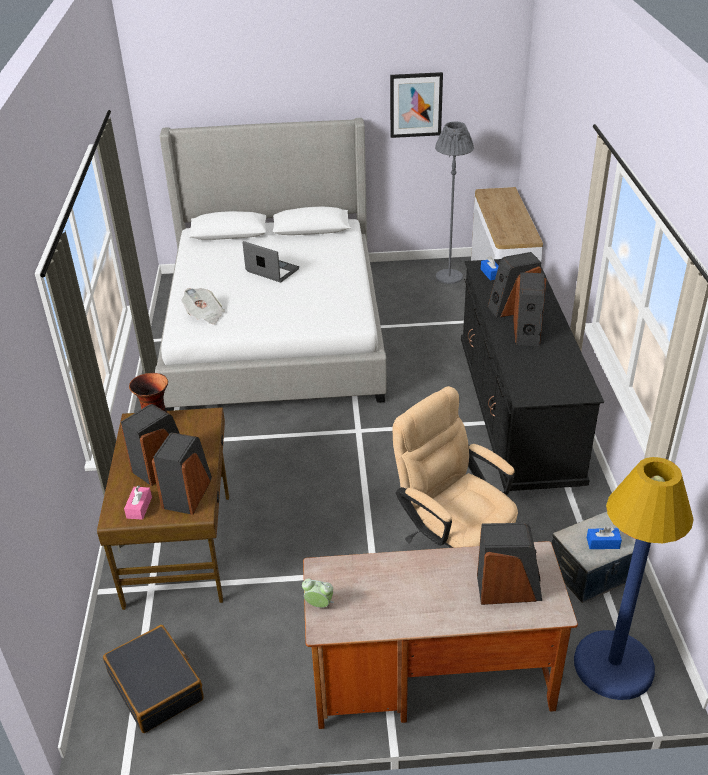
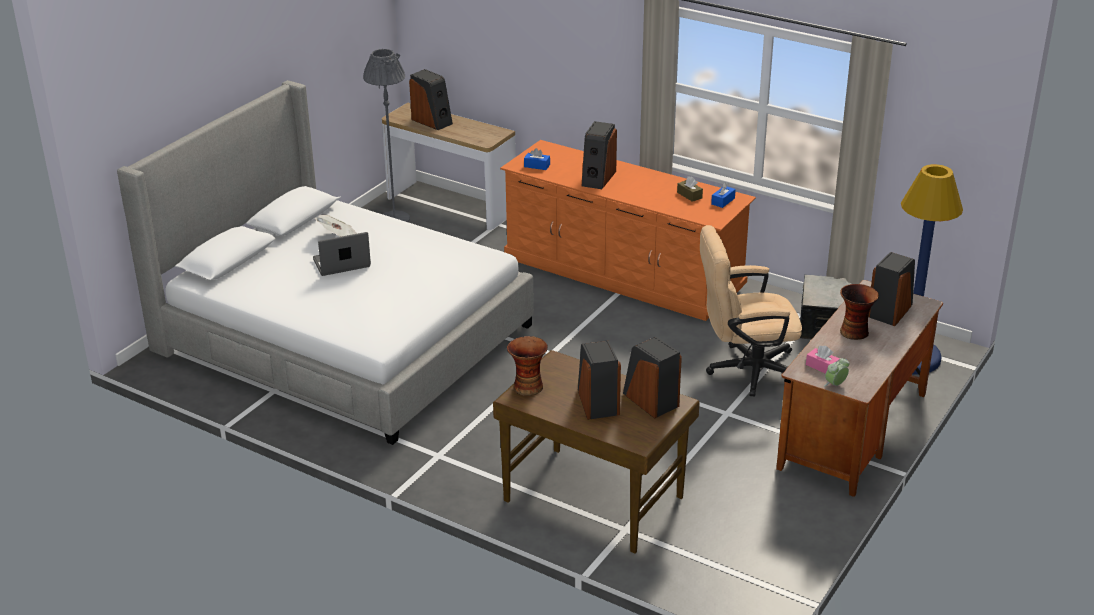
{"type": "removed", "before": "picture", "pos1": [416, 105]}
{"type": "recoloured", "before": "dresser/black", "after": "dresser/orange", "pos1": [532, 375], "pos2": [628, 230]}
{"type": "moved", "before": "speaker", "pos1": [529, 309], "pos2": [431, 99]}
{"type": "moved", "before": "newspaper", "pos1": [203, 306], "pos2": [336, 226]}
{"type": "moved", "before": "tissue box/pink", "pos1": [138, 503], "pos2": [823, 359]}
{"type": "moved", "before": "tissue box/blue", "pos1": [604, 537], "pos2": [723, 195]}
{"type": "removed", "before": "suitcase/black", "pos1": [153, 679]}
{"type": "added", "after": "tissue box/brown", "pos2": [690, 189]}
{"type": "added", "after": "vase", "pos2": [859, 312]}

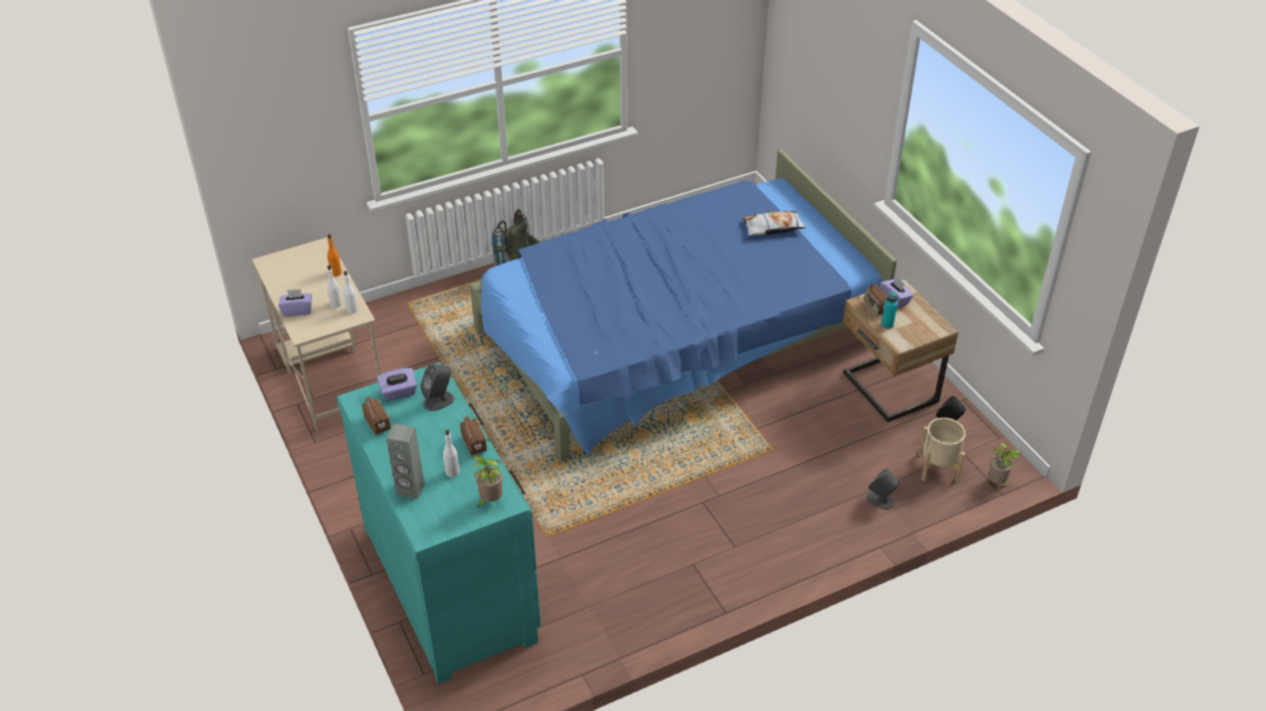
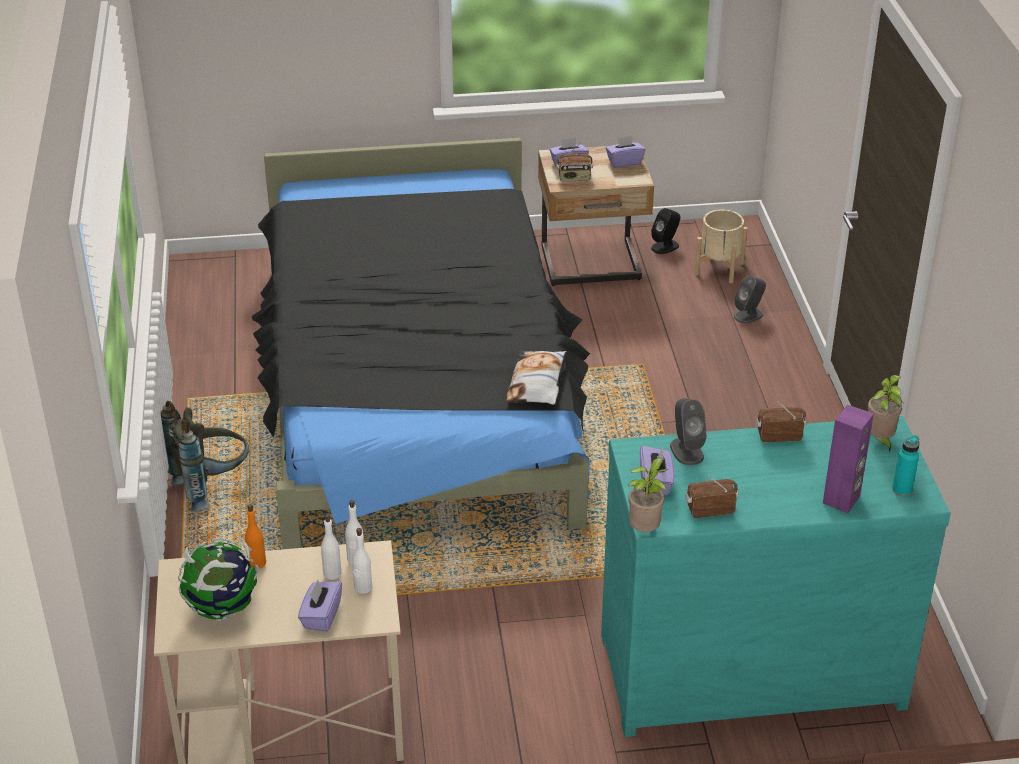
{"type": "recoloured", "before": "bed/blue", "after": "bed/black", "pos1": [683, 305], "pos2": [421, 343]}
{"type": "moved", "before": "pillow", "pos1": [774, 223], "pos2": [536, 378]}
{"type": "moved", "before": "bottle/turquoise", "pos1": [889, 310], "pos2": [905, 465]}
{"type": "recoloured", "before": "speaker/grey", "after": "speaker/purple", "pos1": [405, 461], "pos2": [848, 459]}
{"type": "moved", "before": "bottle/white", "pos1": [451, 453], "pos2": [362, 561]}
{"type": "moved", "before": "potted plant", "pos1": [1005, 463], "pos2": [648, 495]}
{"type": "added", "after": "tissue box/purple", "pos2": [625, 152]}
{"type": "added", "after": "globe", "pos2": [218, 578]}

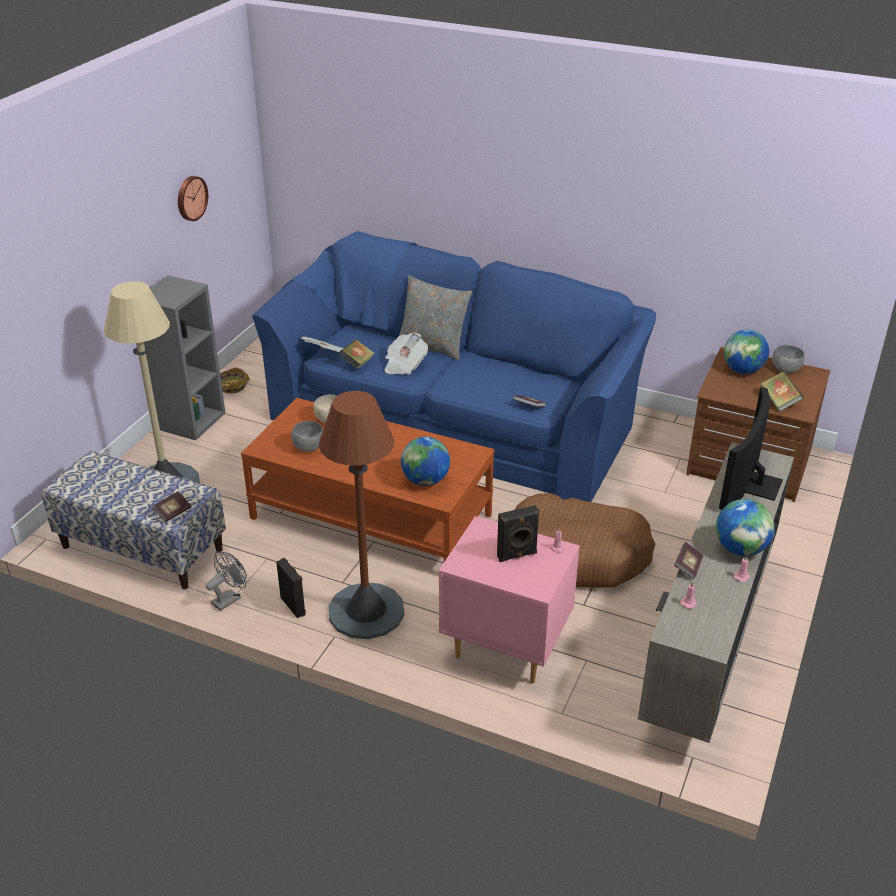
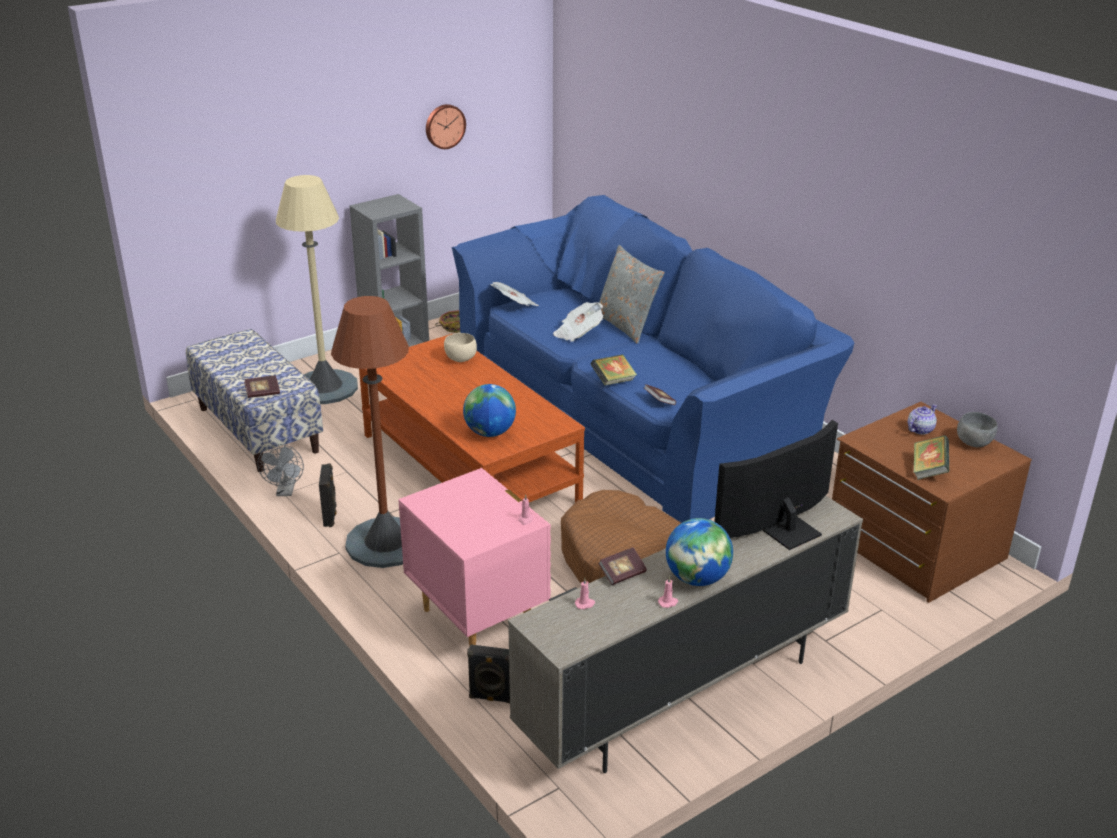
{"type": "replaced", "before": "globe", "after": "teapot", "pos1": [746, 352], "pos2": [922, 419]}
{"type": "moved", "before": "book", "pos1": [356, 354], "pos2": [614, 370]}
{"type": "removed", "before": "bowl/grey", "pos1": [307, 436]}
{"type": "moved", "before": "speaker/black", "pos1": [518, 533], "pos2": [488, 673]}
{"type": "turned", "before": "fan/grey", "pos1": [226, 581], "pos2": [280, 470], "turn": 105}

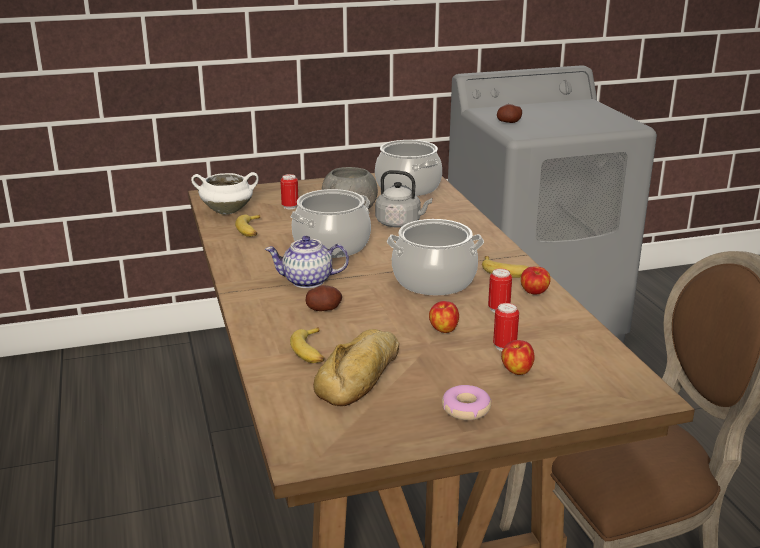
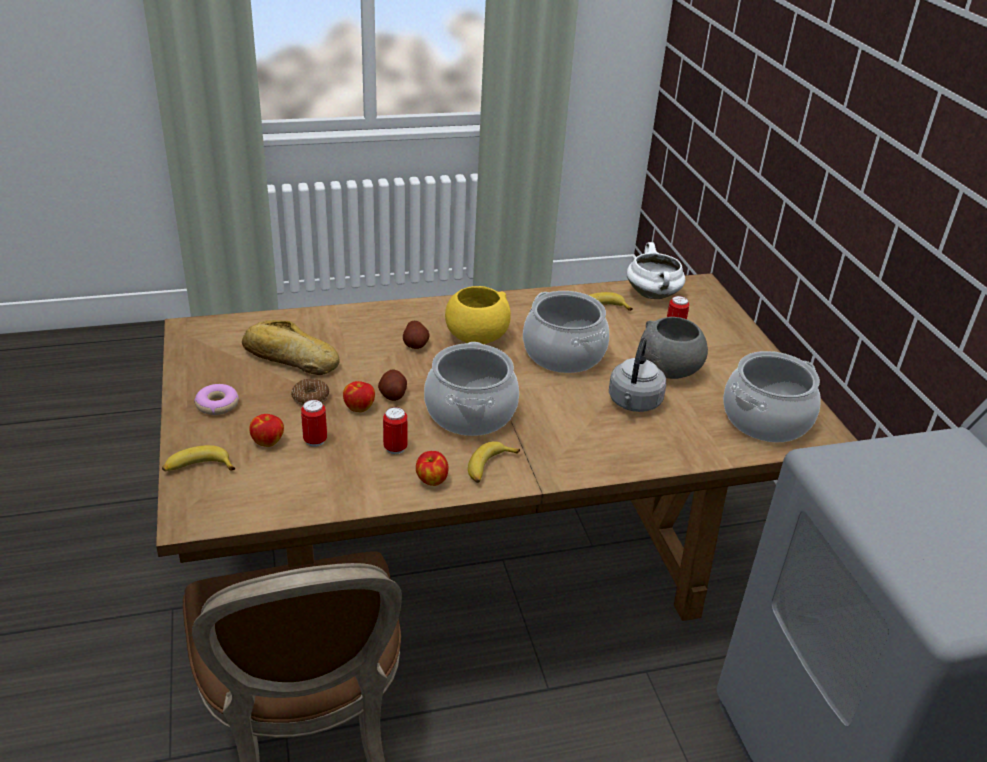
{"type": "moved", "before": "potato", "pos1": [509, 113], "pos2": [392, 385]}
{"type": "replaced", "before": "teapot", "after": "bowl/yellow", "pos1": [307, 262], "pos2": [478, 315]}
{"type": "moved", "before": "banana", "pos1": [307, 345], "pos2": [198, 458]}
{"type": "added", "after": "donut", "pos2": [310, 392]}

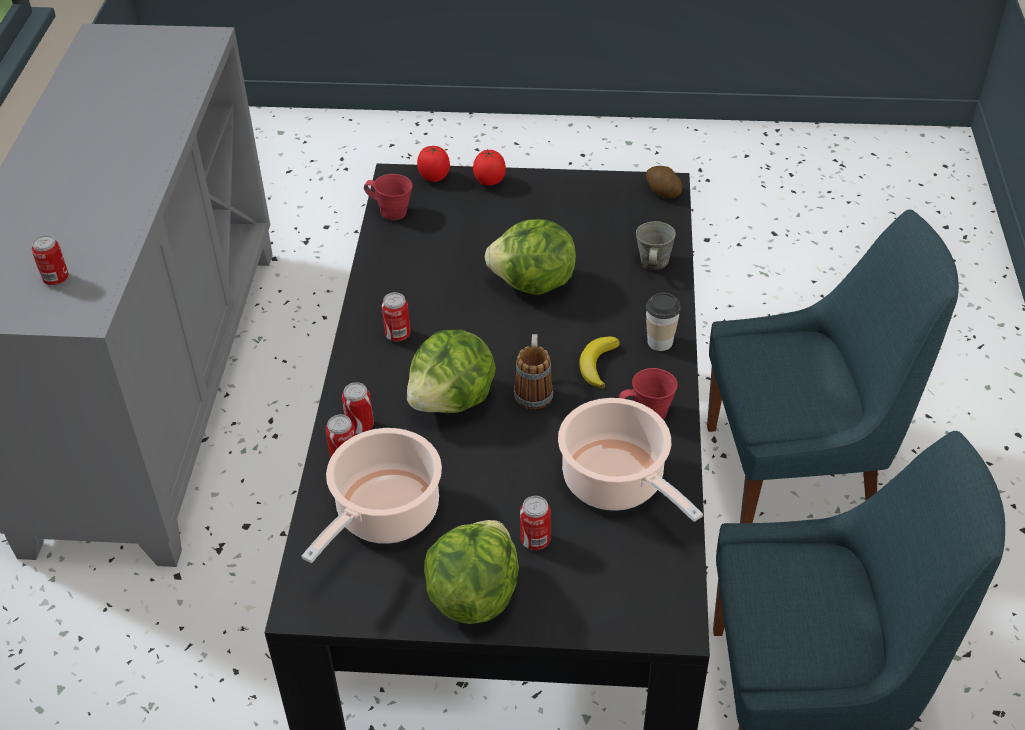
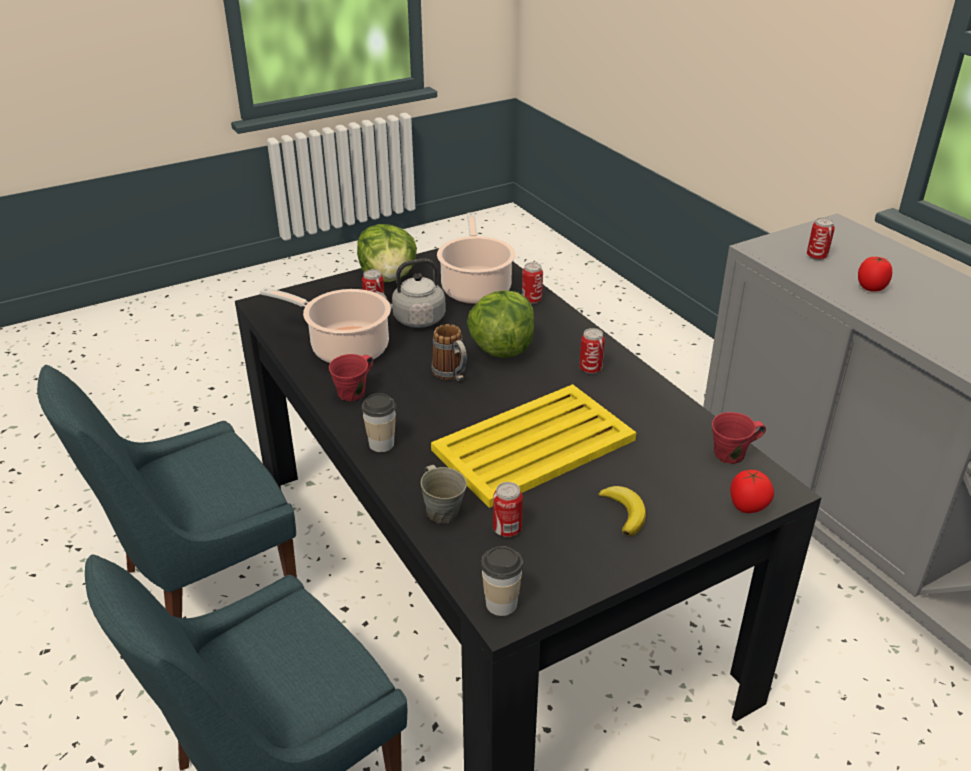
{"type": "moved", "before": "tomato", "pos1": [489, 167], "pos2": [875, 274]}
{"type": "replaced", "before": "potato", "after": "cup", "pos1": [664, 182], "pos2": [502, 581]}
{"type": "replaced", "before": "lettuce", "after": "tray/yellow", "pos1": [530, 257], "pos2": [533, 446]}
{"type": "moved", "before": "banana", "pos1": [599, 362], "pos2": [622, 511]}
{"type": "moved", "before": "can", "pos1": [358, 408], "pos2": [508, 509]}
{"type": "added", "after": "kettle/grey", "pos2": [410, 293]}

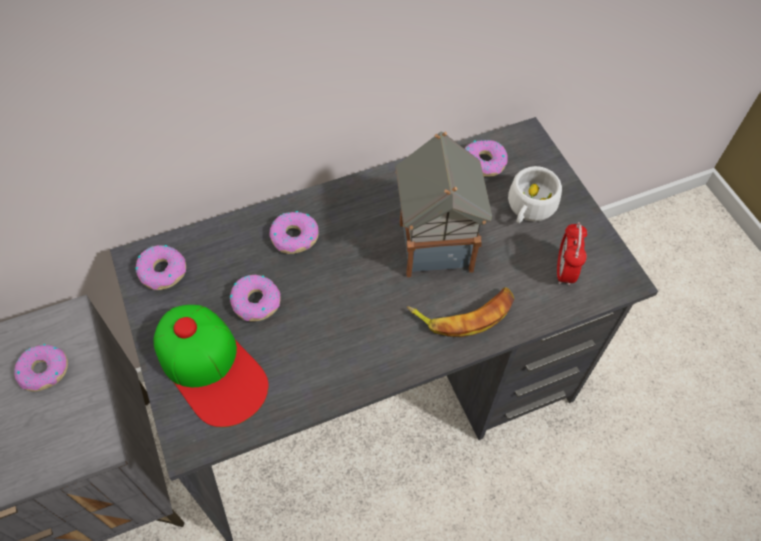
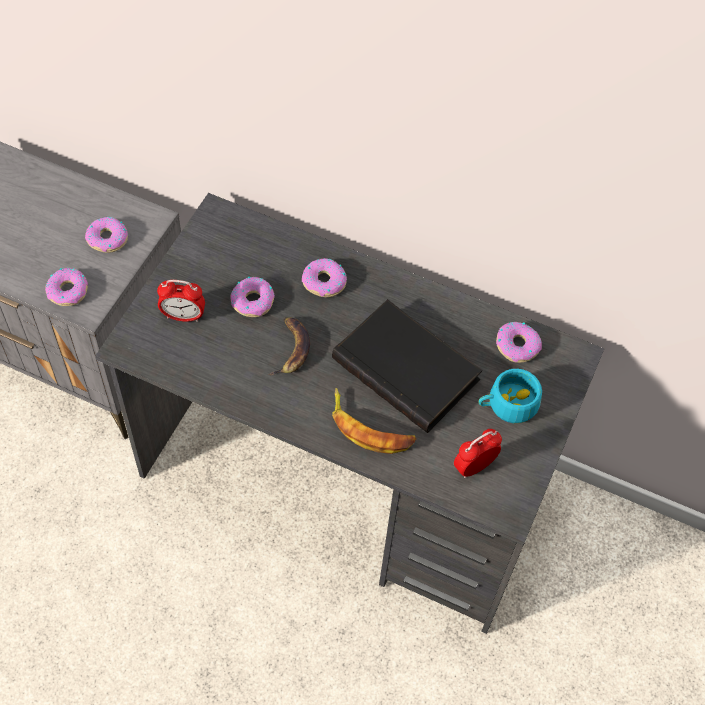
{"type": "replaced", "before": "toy house", "after": "book/black", "pos1": [443, 204], "pos2": [407, 366]}
{"type": "recoloured", "before": "cup/white", "after": "cup/turquoise", "pos1": [535, 194], "pos2": [510, 396]}
{"type": "moved", "before": "donut", "pos1": [160, 267], "pos2": [66, 287]}
{"type": "replaced", "before": "cap", "after": "alarm clock", "pos1": [211, 366], "pos2": [181, 301]}
{"type": "added", "after": "banana", "pos2": [289, 346]}

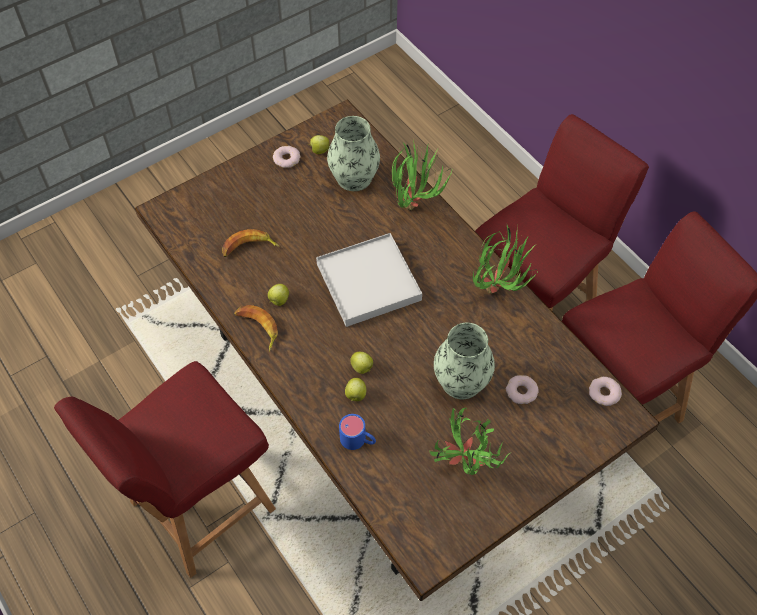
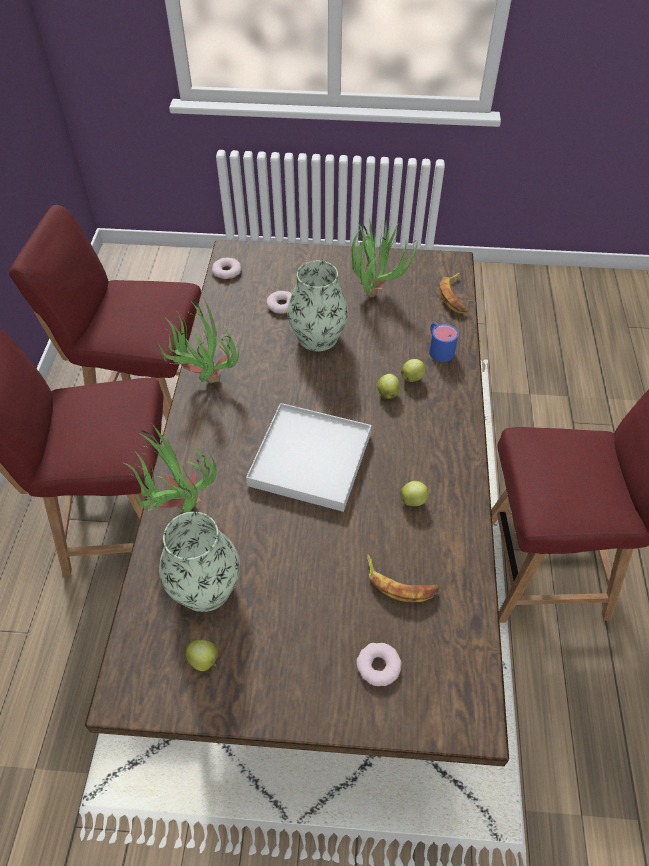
{"type": "moved", "before": "donut", "pos1": [287, 157], "pos2": [379, 664]}
{"type": "moved", "before": "banana", "pos1": [256, 328], "pos2": [454, 293]}

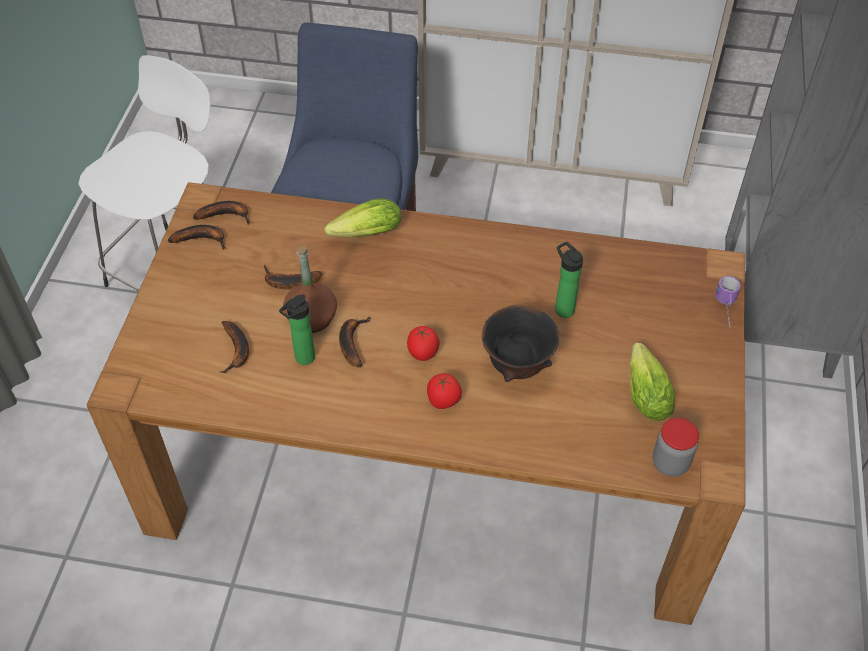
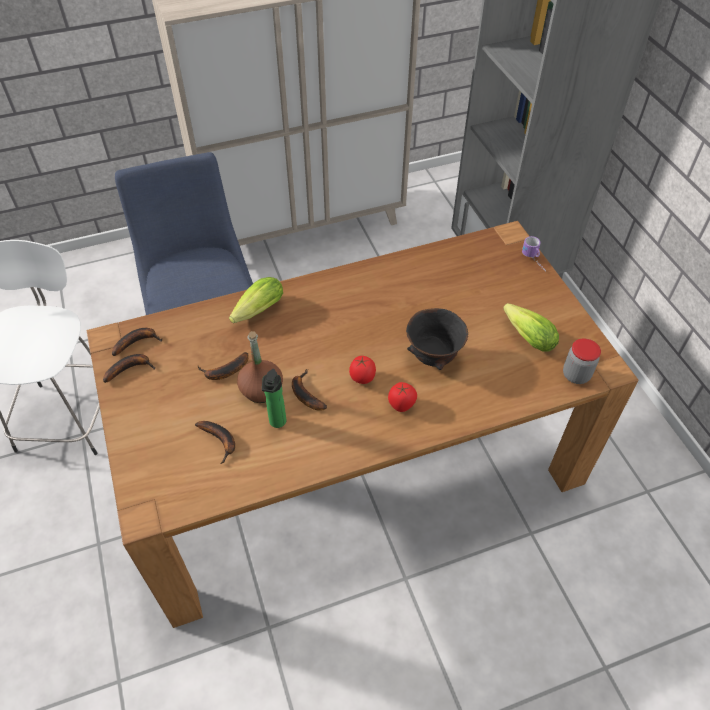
{"type": "removed", "before": "bottle", "pos1": [569, 280]}

